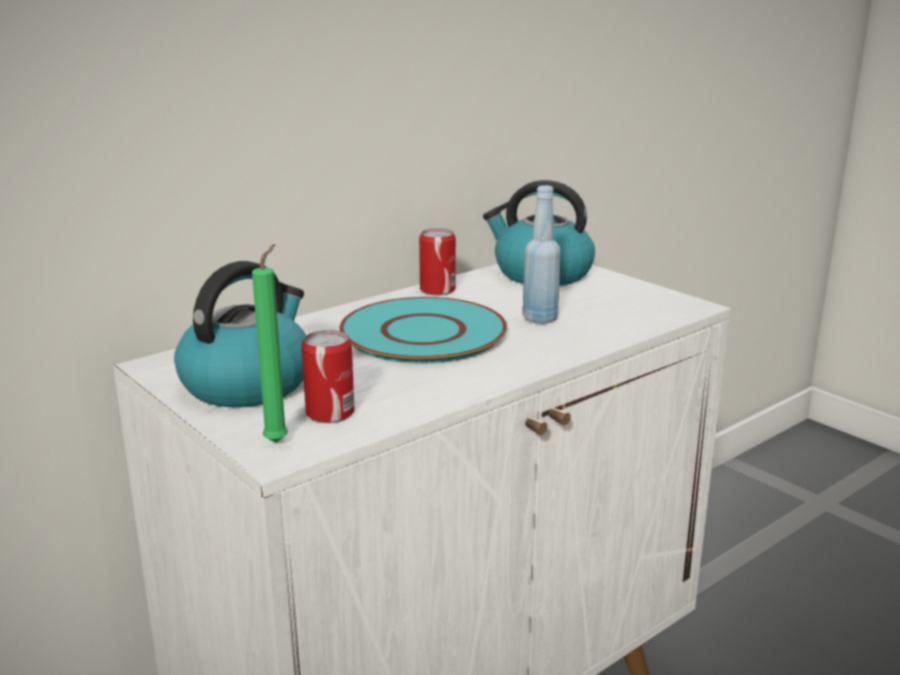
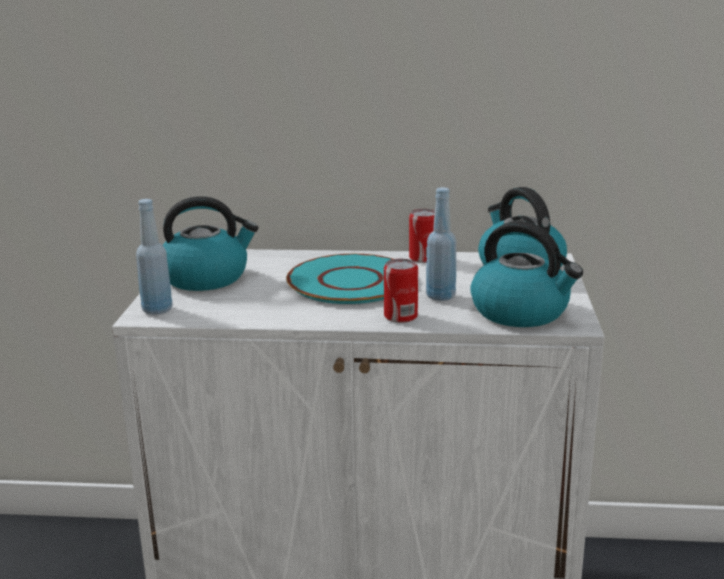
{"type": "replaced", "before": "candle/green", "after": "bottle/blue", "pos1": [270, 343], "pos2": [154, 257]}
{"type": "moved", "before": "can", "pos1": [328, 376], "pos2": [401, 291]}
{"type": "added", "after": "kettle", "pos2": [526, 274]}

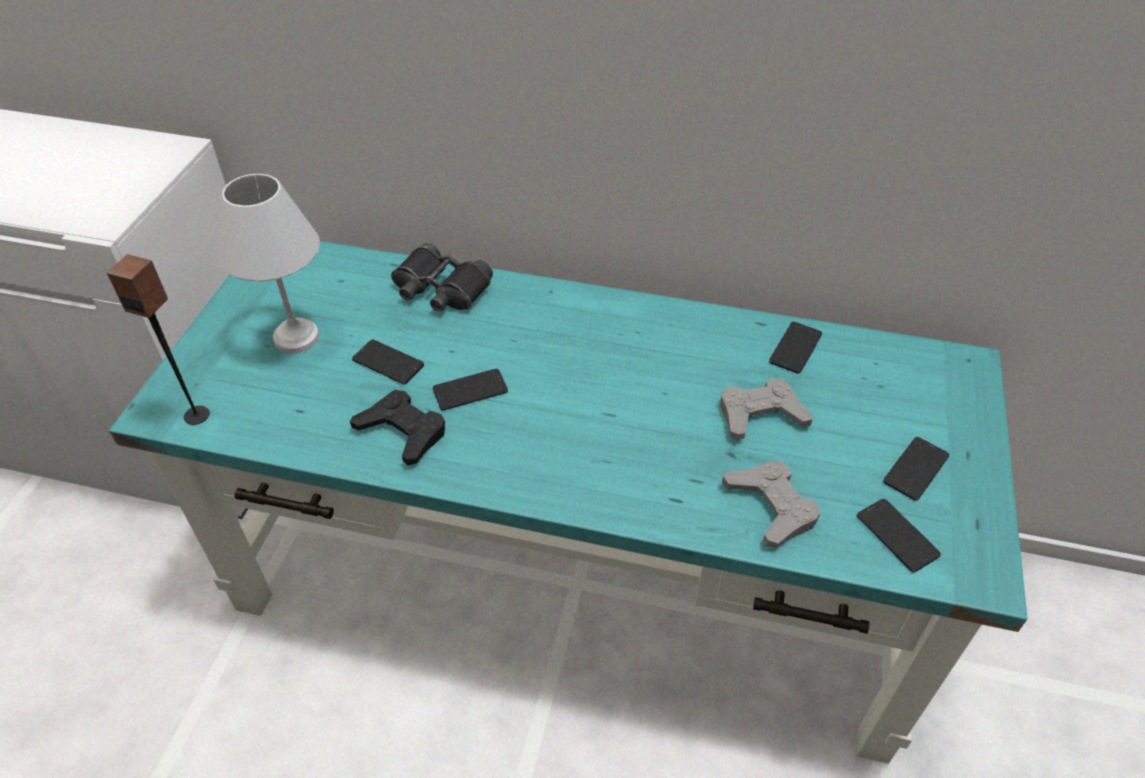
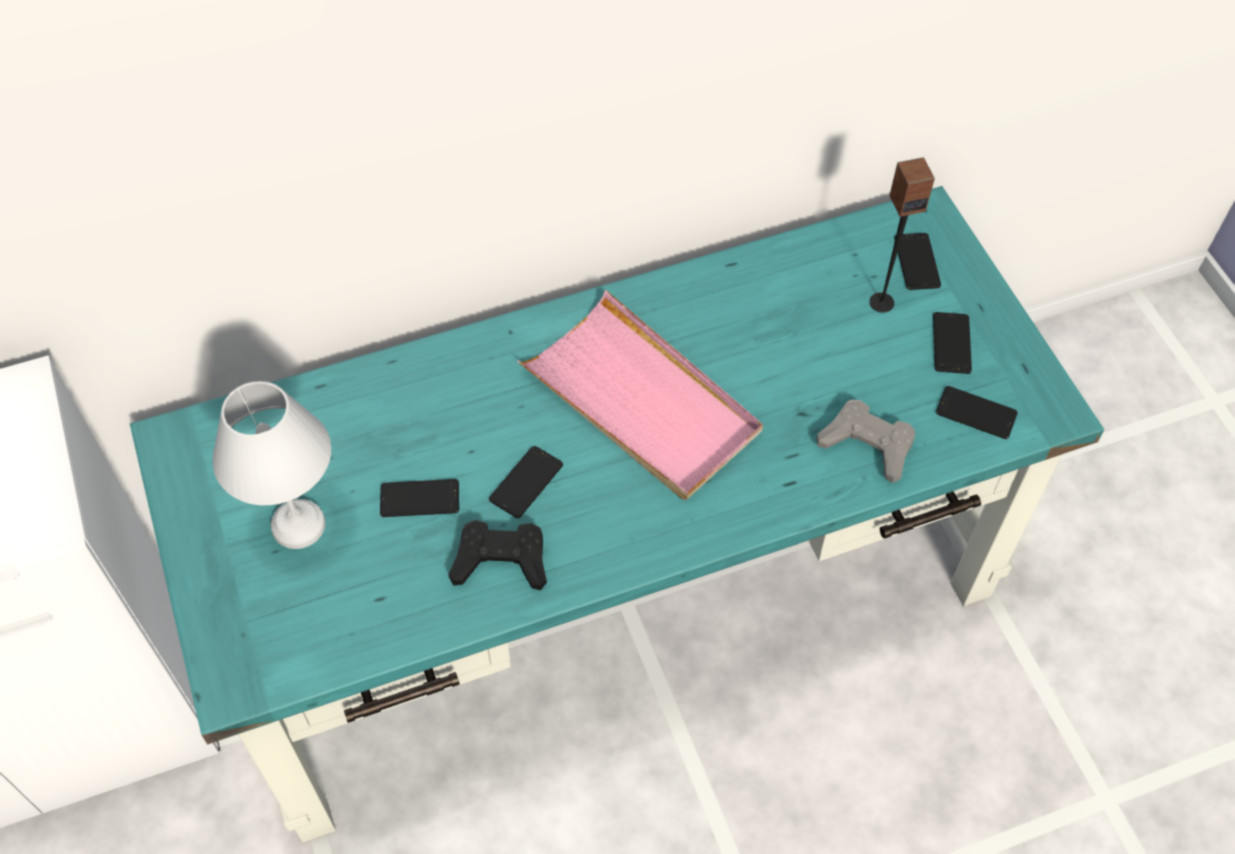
{"type": "removed", "before": "binoculars/black", "pos1": [442, 277]}
{"type": "moved", "before": "speaker", "pos1": [158, 339], "pos2": [902, 235]}
{"type": "moved", "before": "phone", "pos1": [795, 348], "pos2": [917, 261]}
{"type": "removed", "before": "game controller/grey", "pos1": [766, 409]}
{"type": "added", "after": "tray/pink", "pos2": [640, 395]}

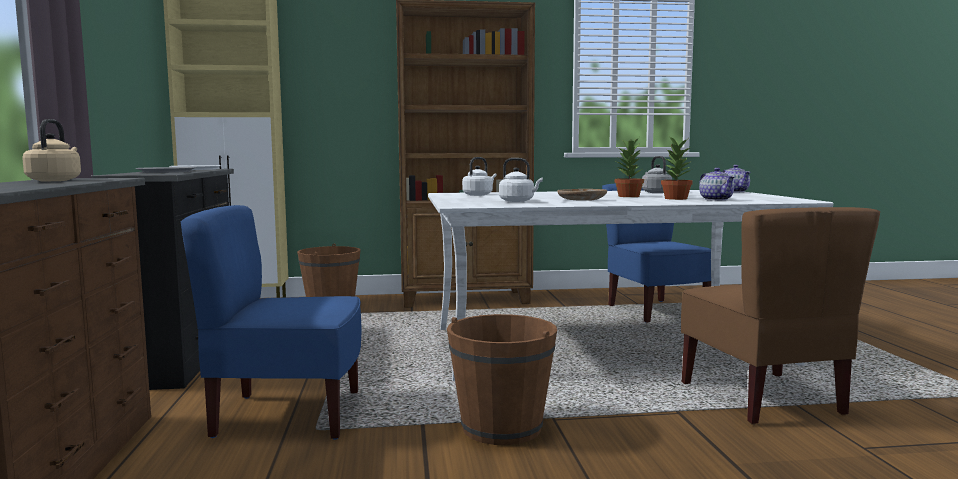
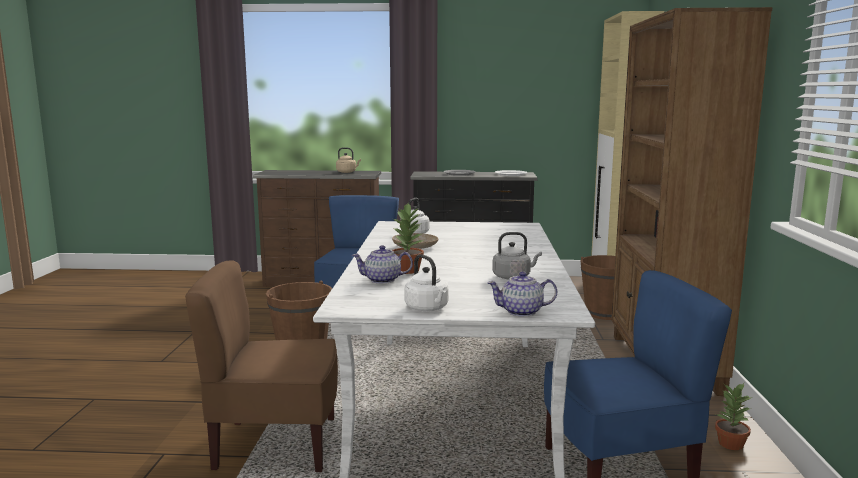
{"type": "moved", "before": "potted plant", "pos1": [629, 167], "pos2": [733, 416]}
{"type": "moved", "before": "kettle/white", "pos1": [479, 176], "pos2": [426, 282]}

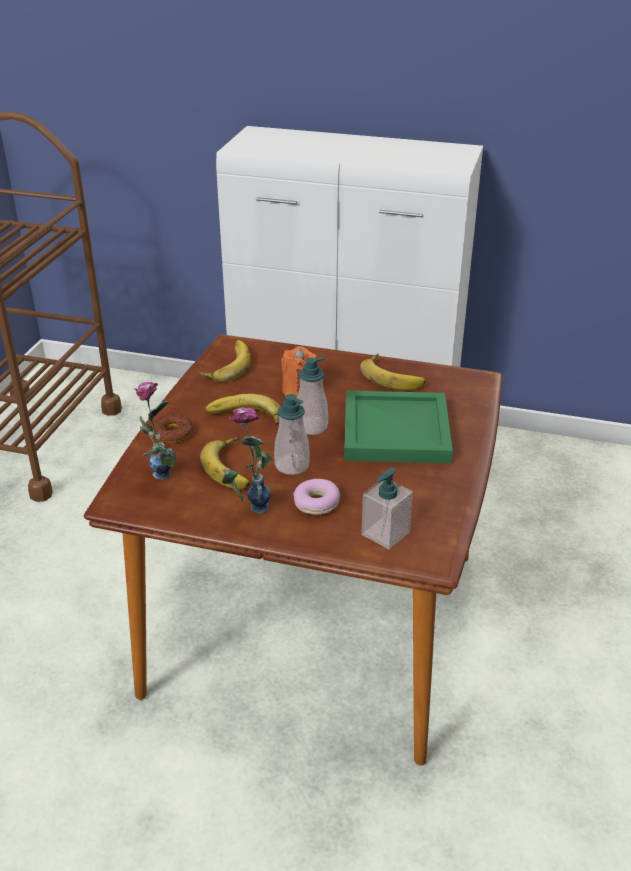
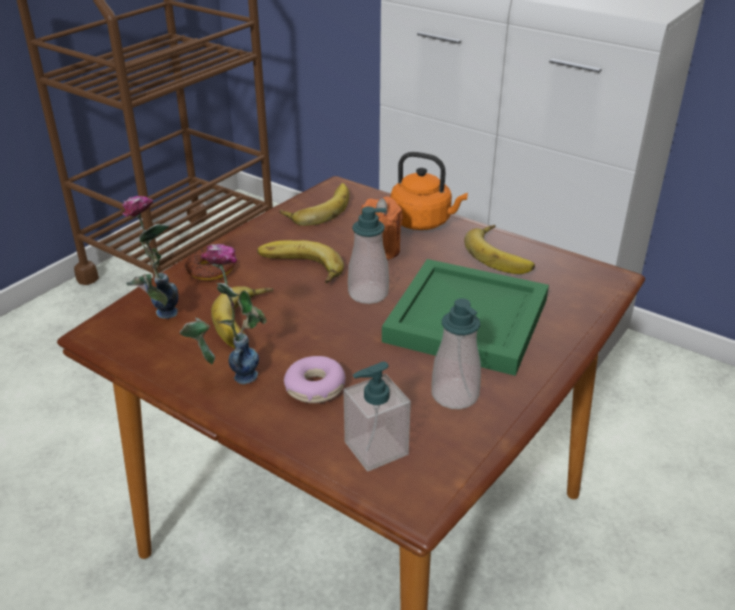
{"type": "moved", "before": "soap dispenser", "pos1": [292, 434], "pos2": [456, 353]}
{"type": "added", "after": "kettle/orange", "pos2": [429, 191]}

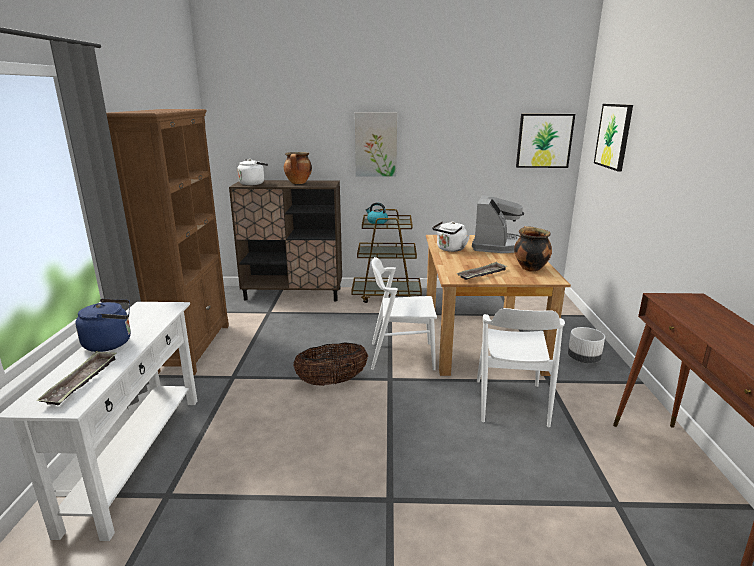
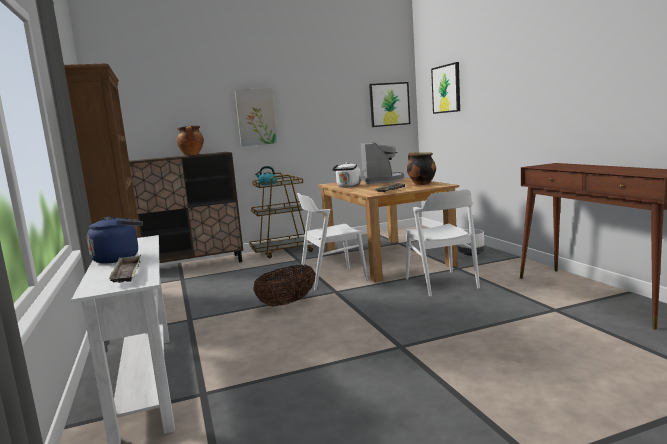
{"type": "removed", "before": "kettle/white", "pos1": [252, 172]}

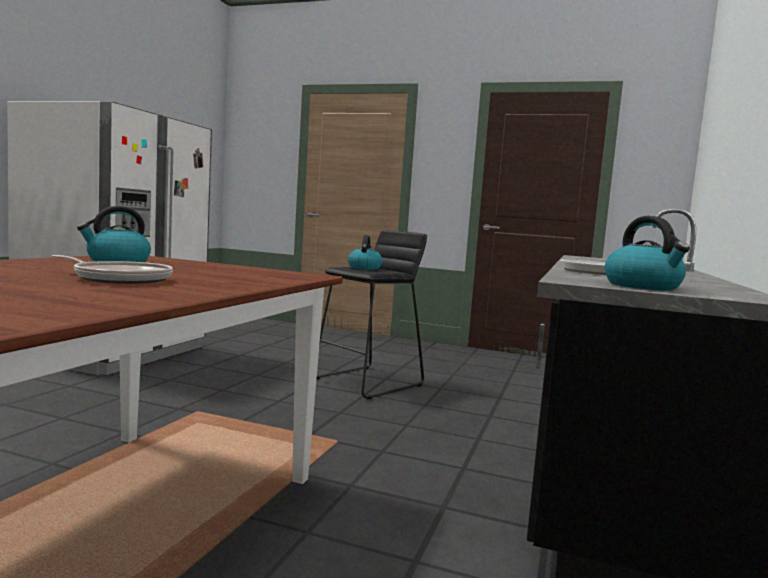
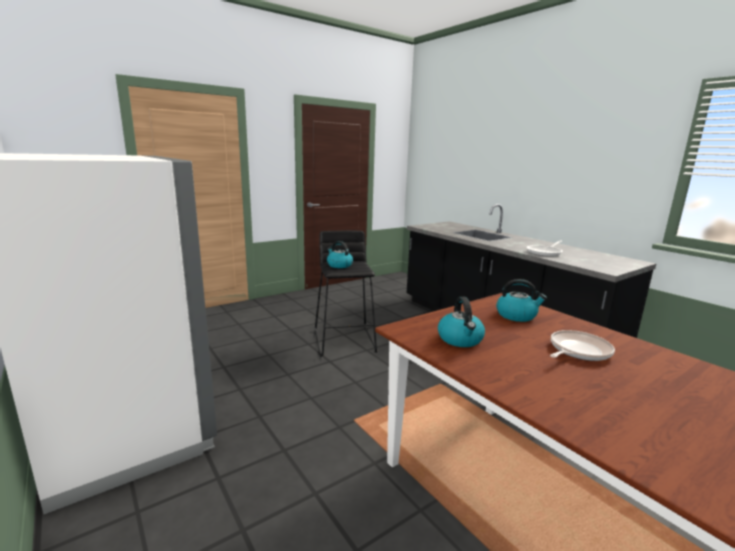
{"type": "moved", "before": "kettle", "pos1": [647, 253], "pos2": [521, 300]}

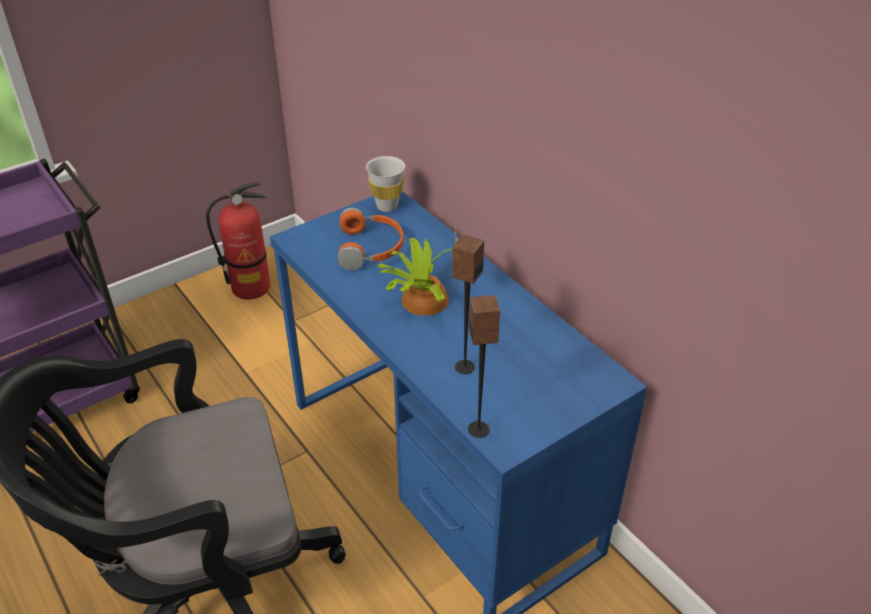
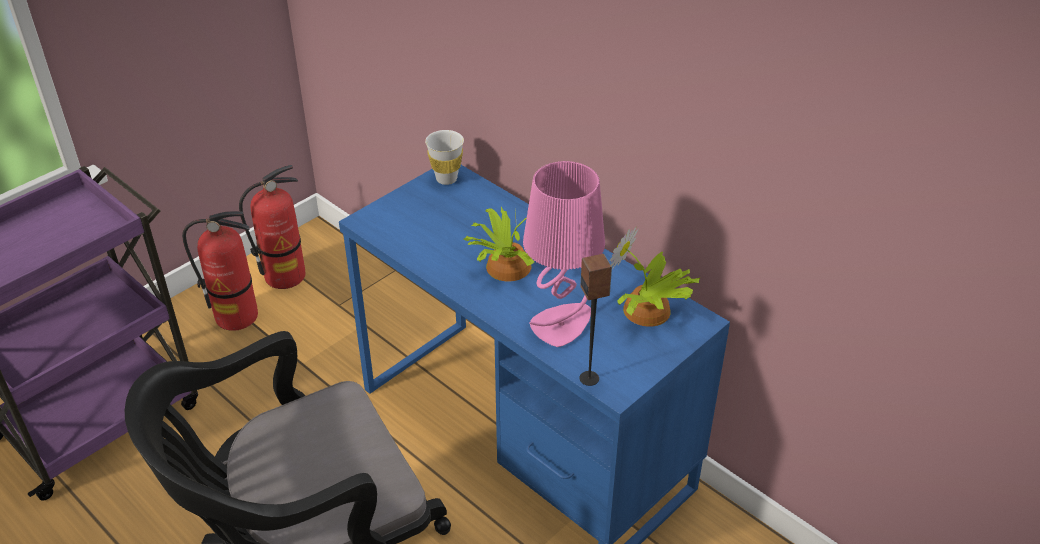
{"type": "removed", "before": "headphones/orange", "pos1": [370, 239]}
{"type": "replaced", "before": "speaker", "after": "table lamp/pink", "pos1": [468, 304], "pos2": [564, 254]}
{"type": "added", "after": "fire extinguisher", "pos2": [220, 271]}
{"type": "added", "after": "potted plant", "pos2": [655, 277]}

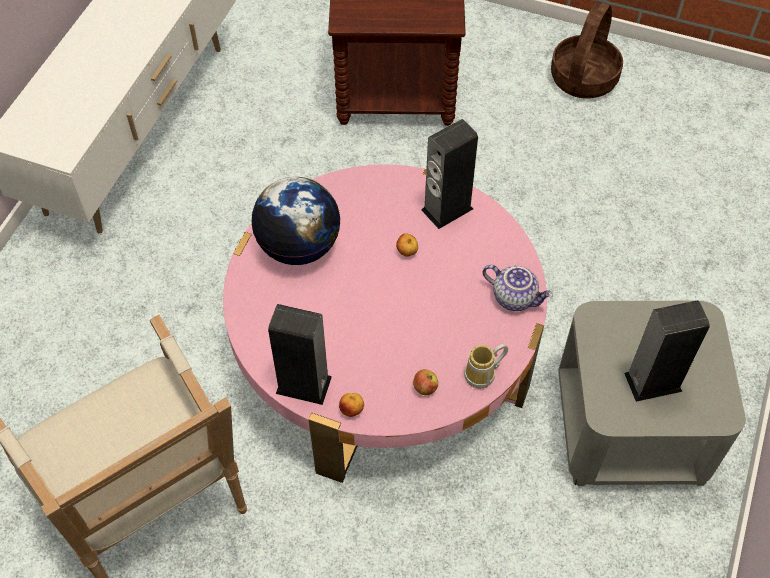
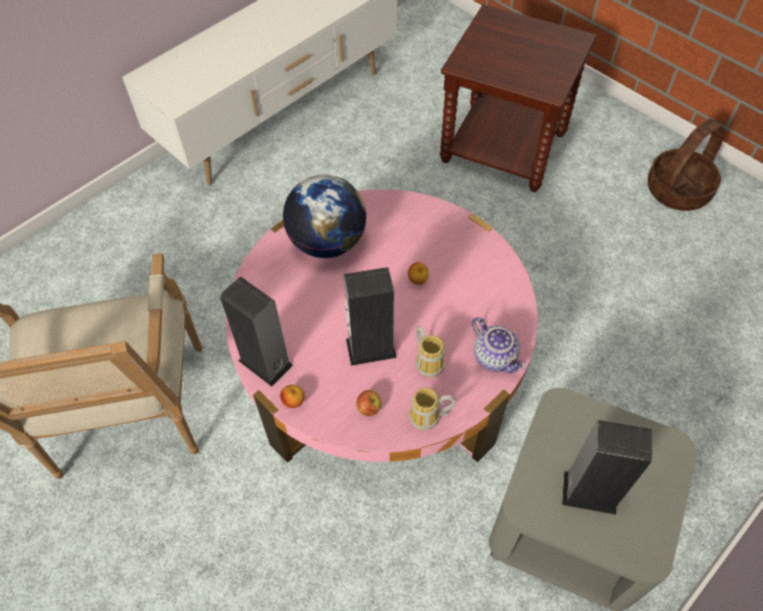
{"type": "moved", "before": "speaker", "pos1": [449, 174], "pos2": [370, 316]}
{"type": "added", "after": "mug", "pos2": [430, 351]}

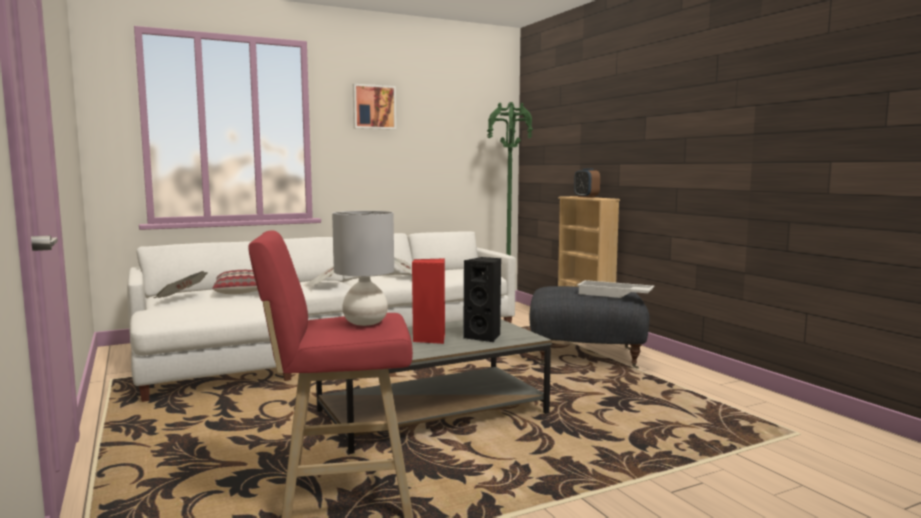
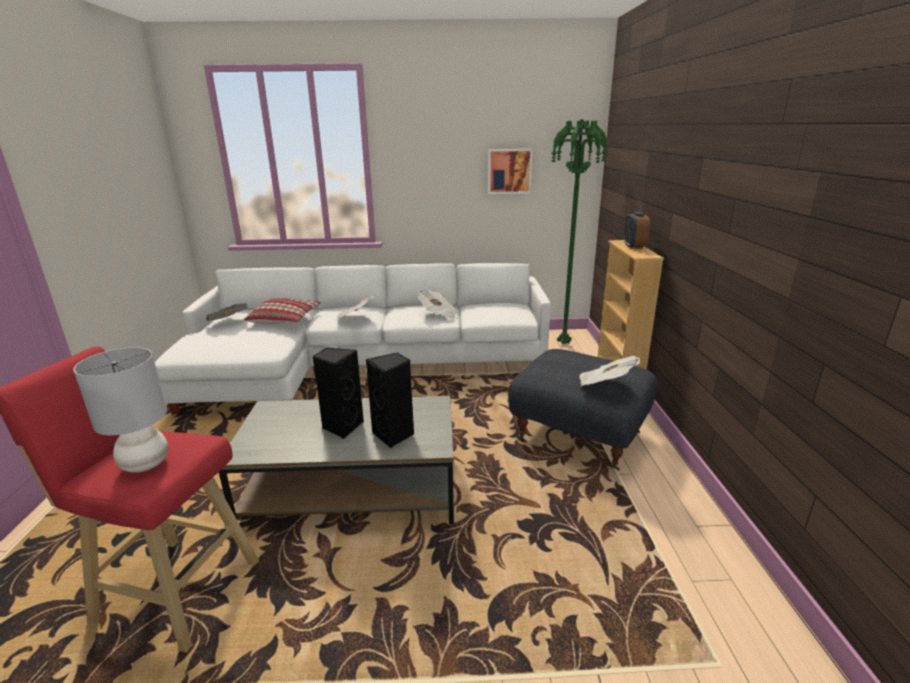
{"type": "moved", "before": "picture", "pos1": [374, 107], "pos2": [510, 171]}
{"type": "recoloured", "before": "speaker/red", "after": "speaker/black", "pos1": [428, 301], "pos2": [338, 393]}
{"type": "replaced", "before": "tray/white", "after": "newspaper", "pos1": [616, 289], "pos2": [610, 371]}

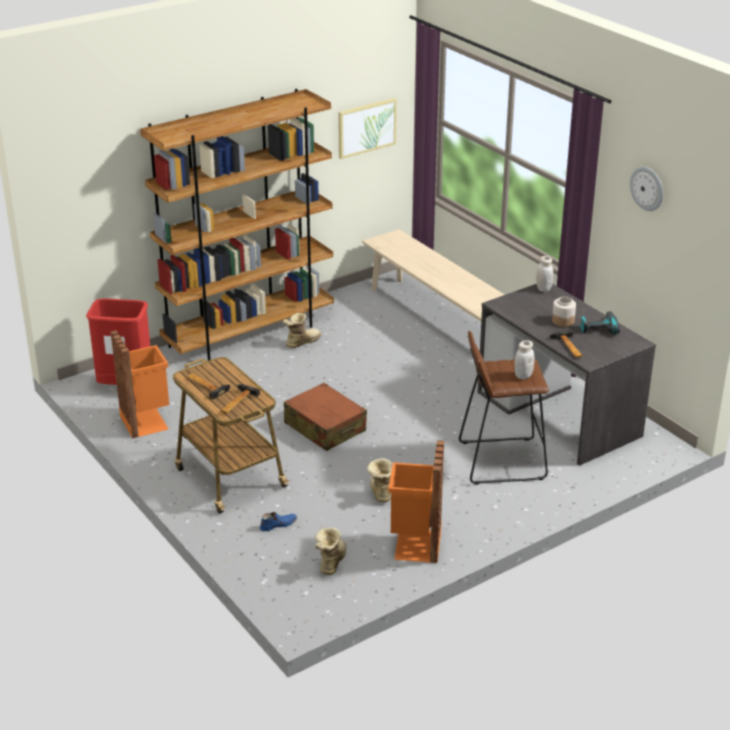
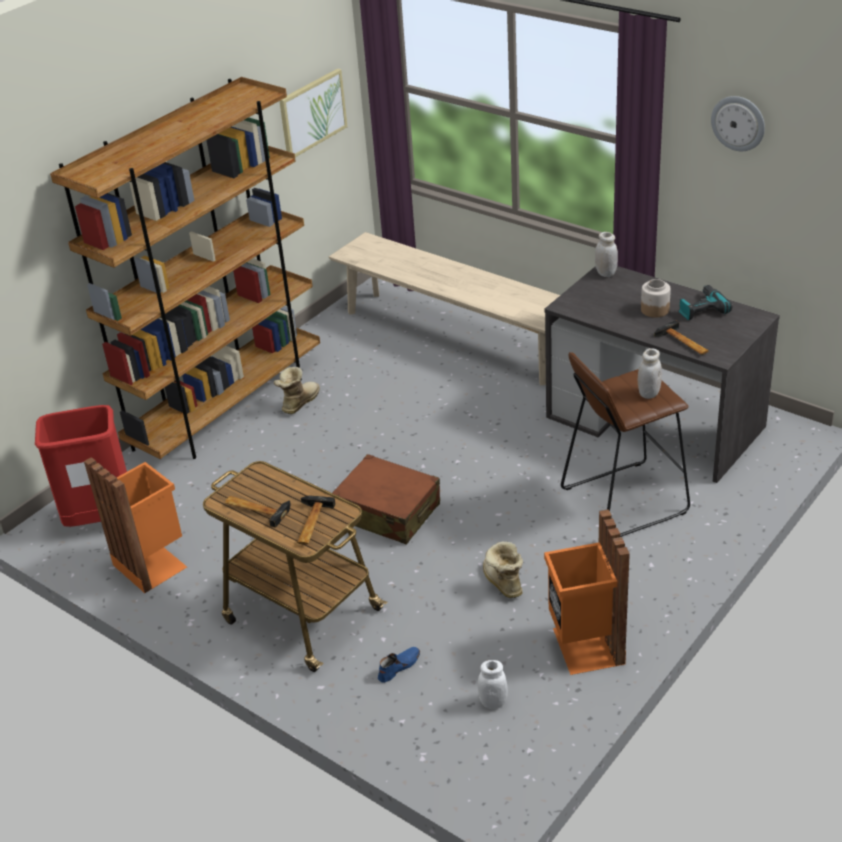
{"type": "replaced", "before": "boot", "after": "jar/white", "pos1": [330, 551], "pos2": [493, 684]}

